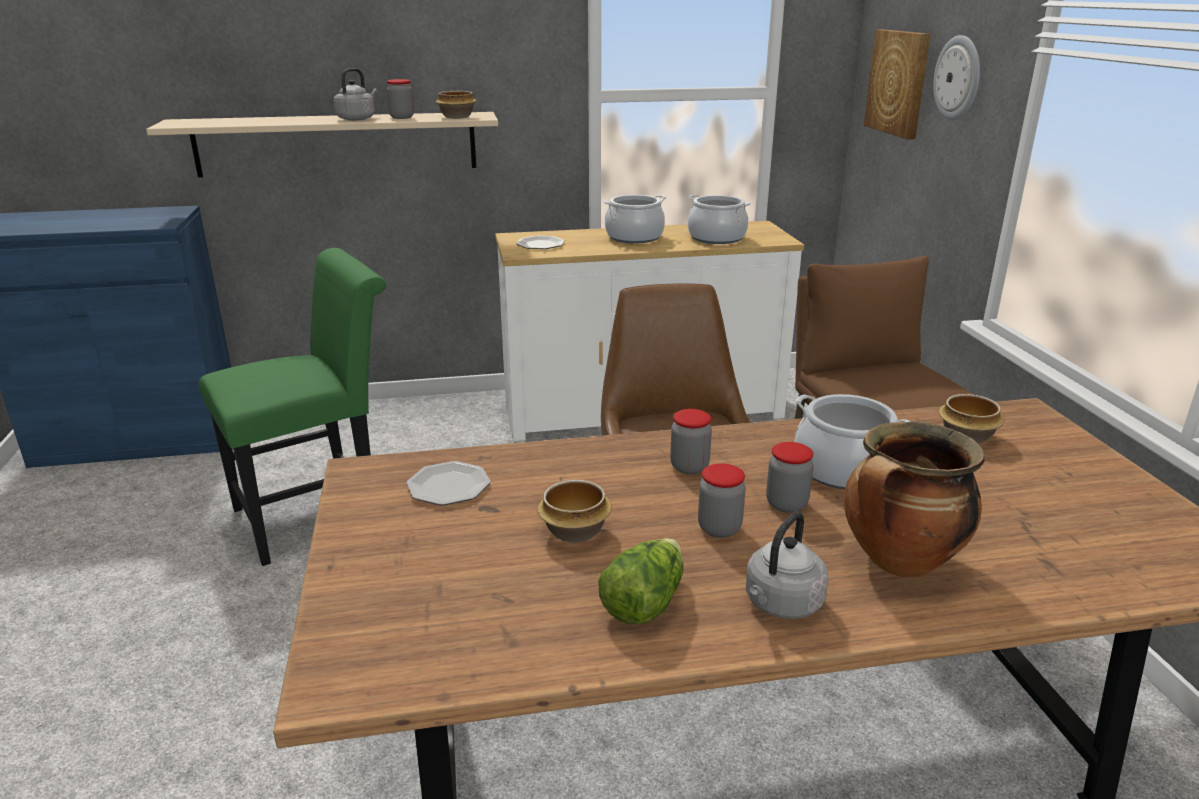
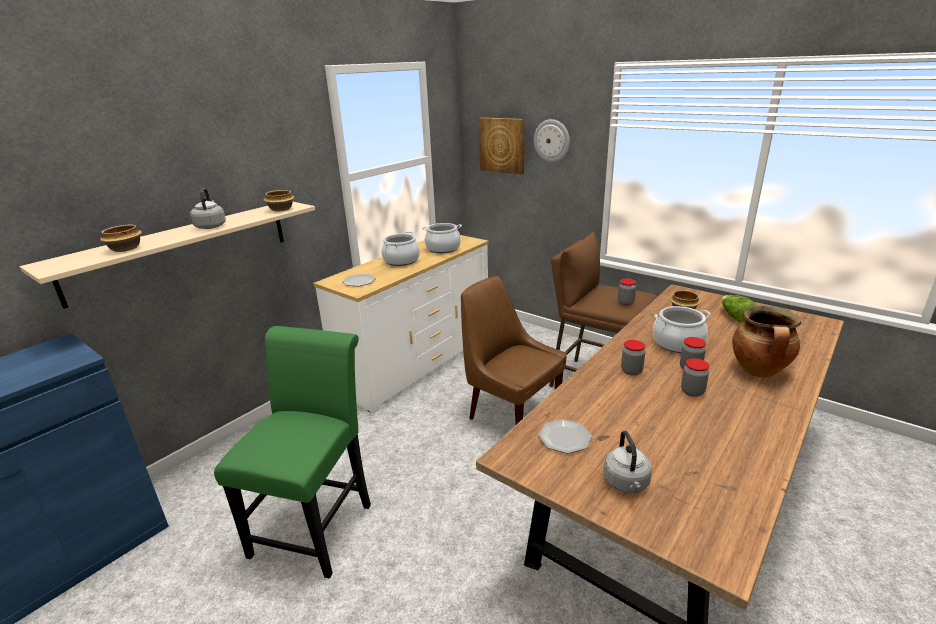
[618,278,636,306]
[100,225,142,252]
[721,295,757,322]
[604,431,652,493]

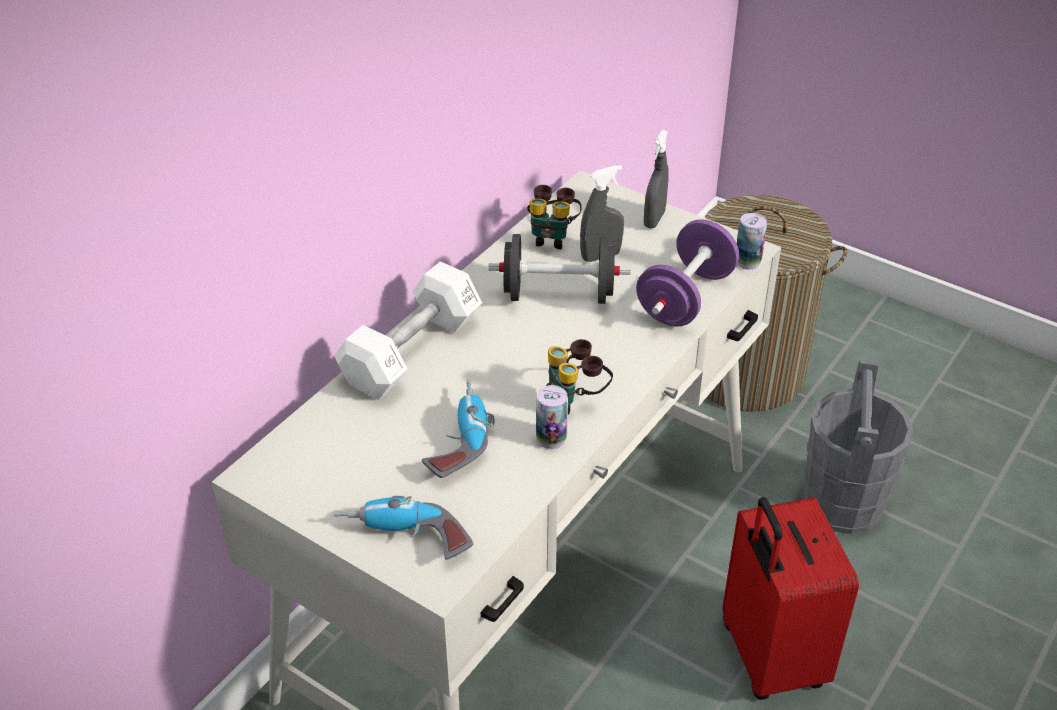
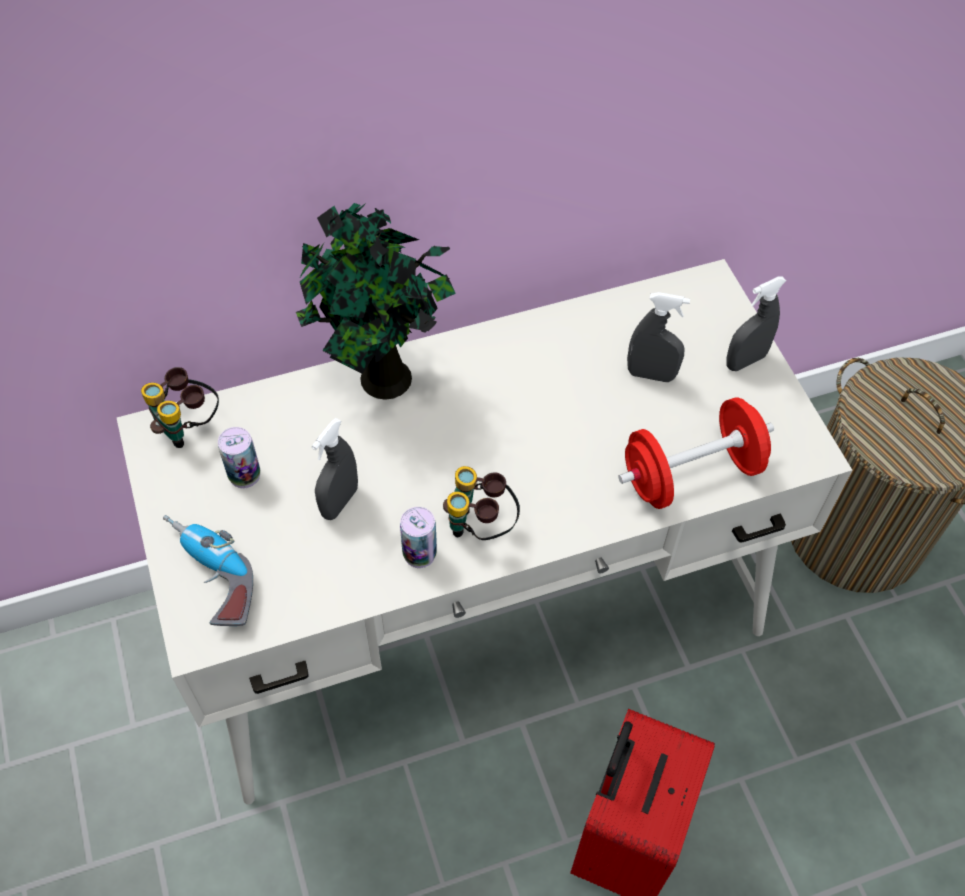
[296,203,456,400]
[312,418,358,520]
[488,234,631,304] (first image)
[141,367,219,448]
[618,397,774,509]
[218,427,260,488]
[802,359,914,534] (first image)

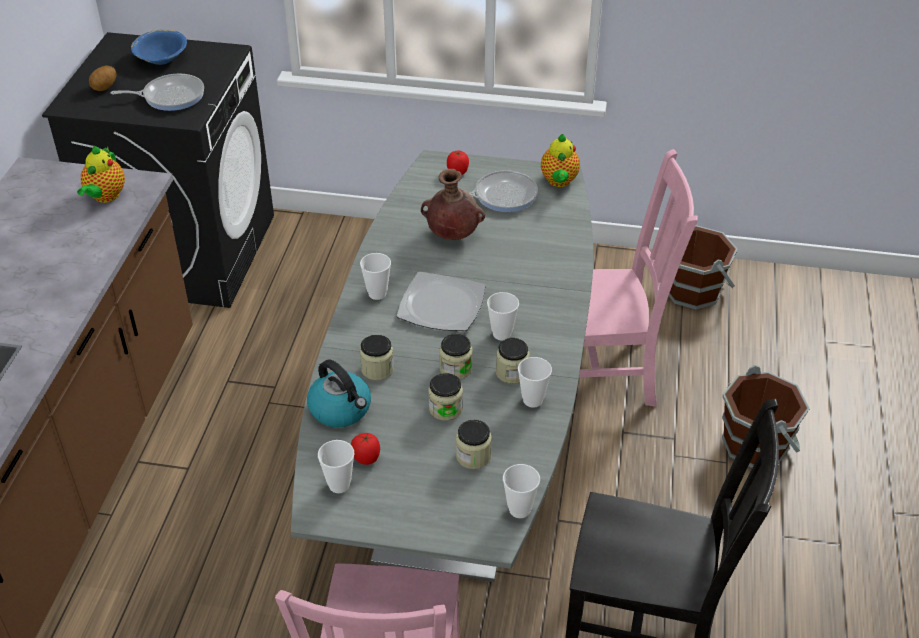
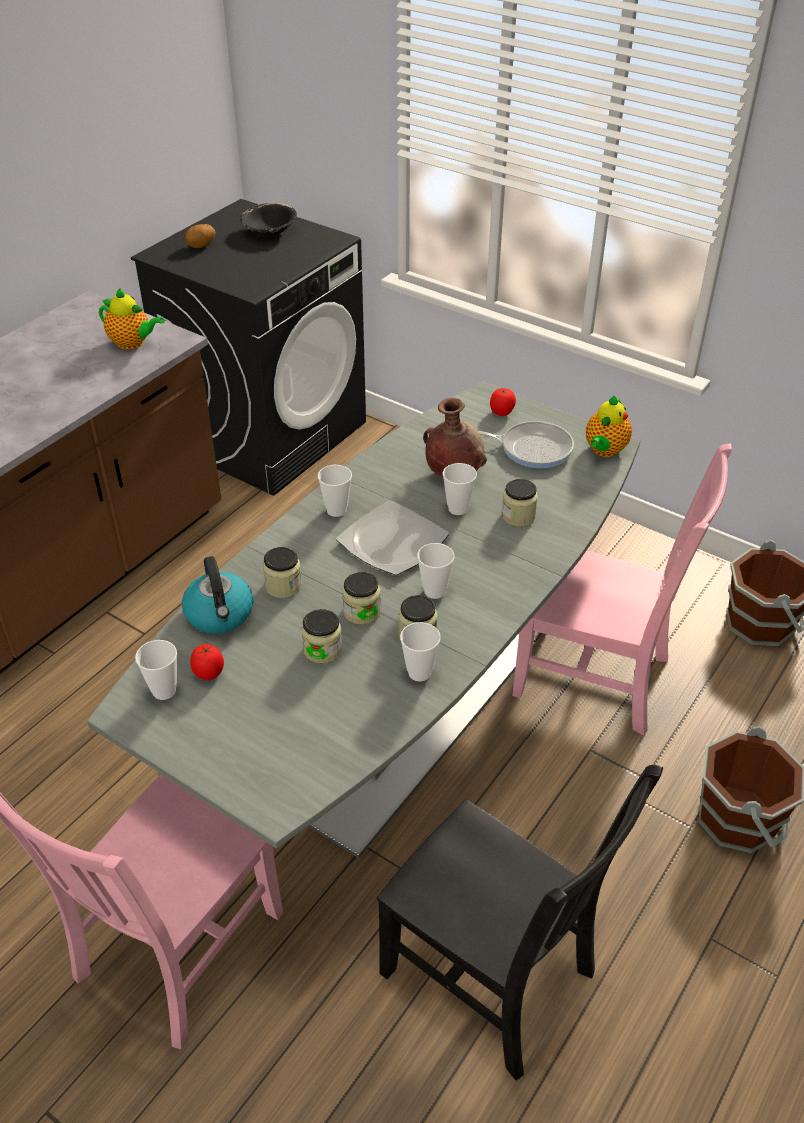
[99,288,165,350]
[111,74,204,111] (first image)
[241,203,297,237]
[501,479,538,527]
[443,463,477,515]

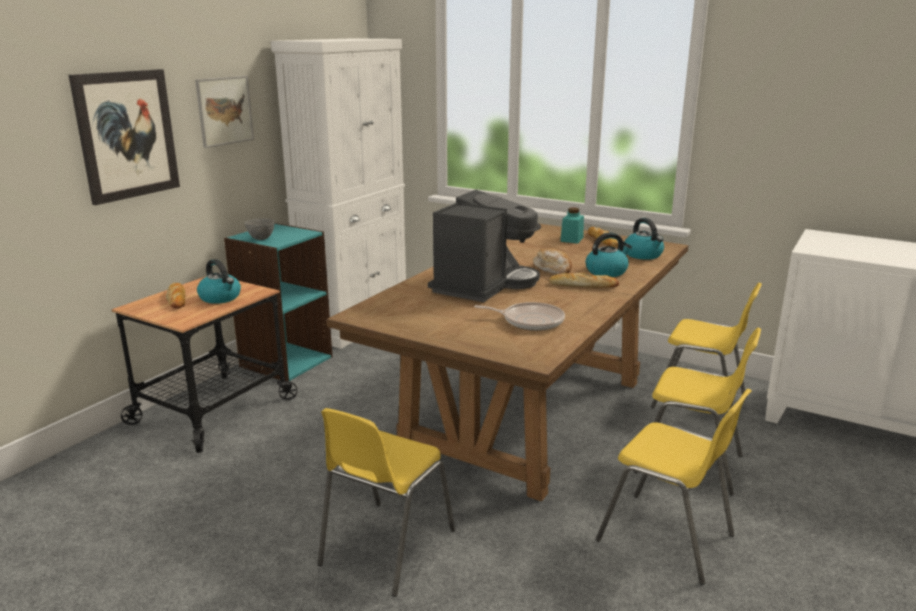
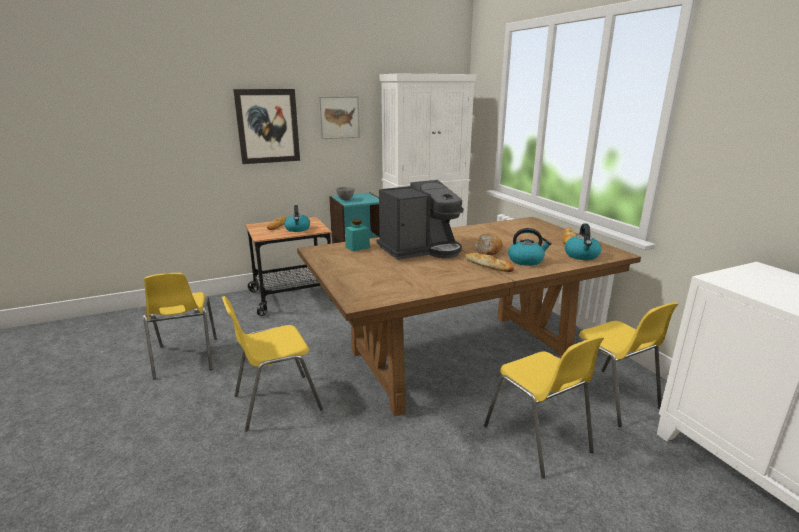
[474,302,565,331] (first image)
[345,219,370,252]
[143,273,217,380]

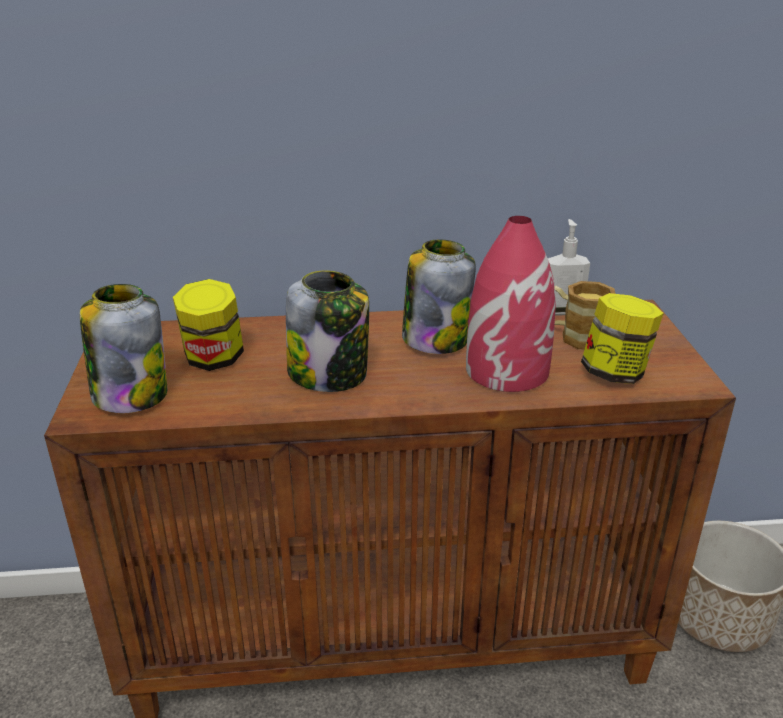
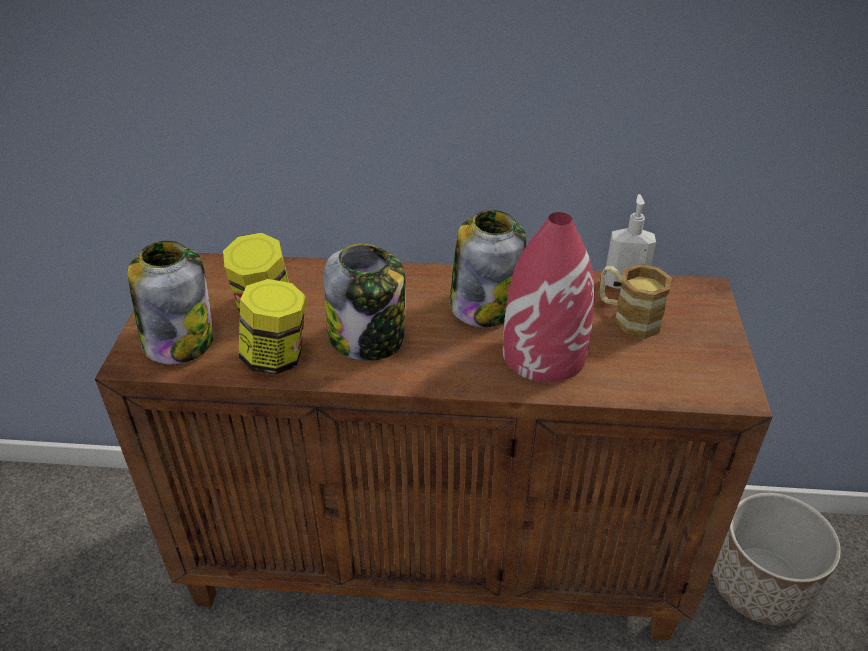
[239,279,306,375]

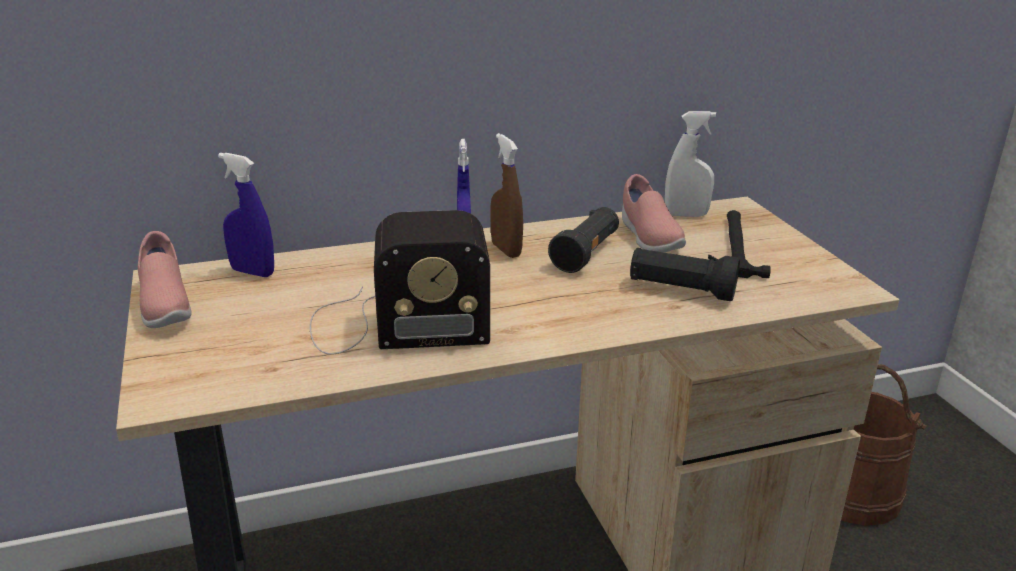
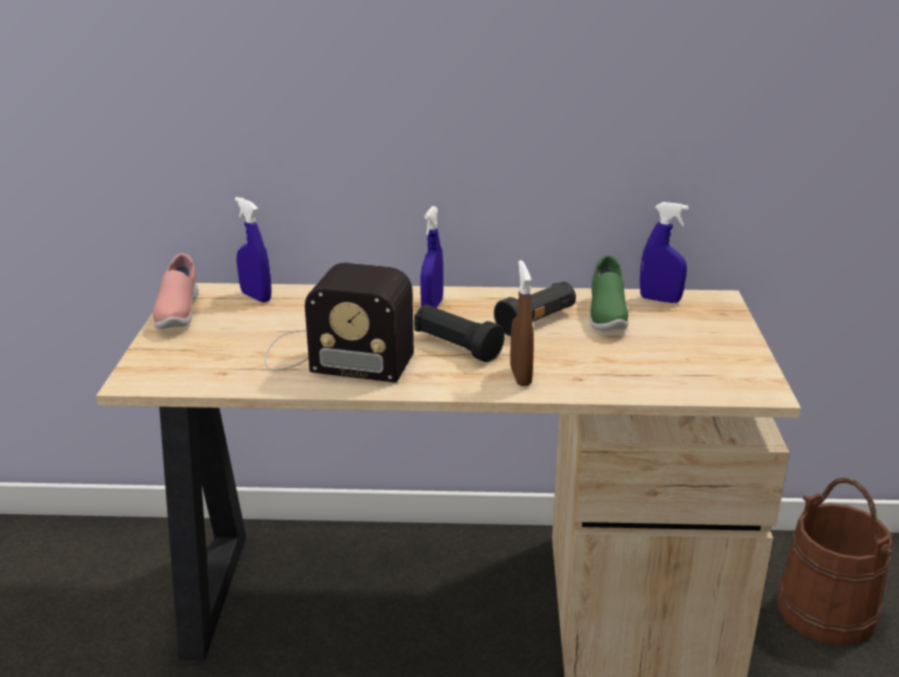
[510,260,534,386]
[589,255,628,330]
[414,304,505,362]
[640,202,689,303]
[708,210,771,278] (first image)

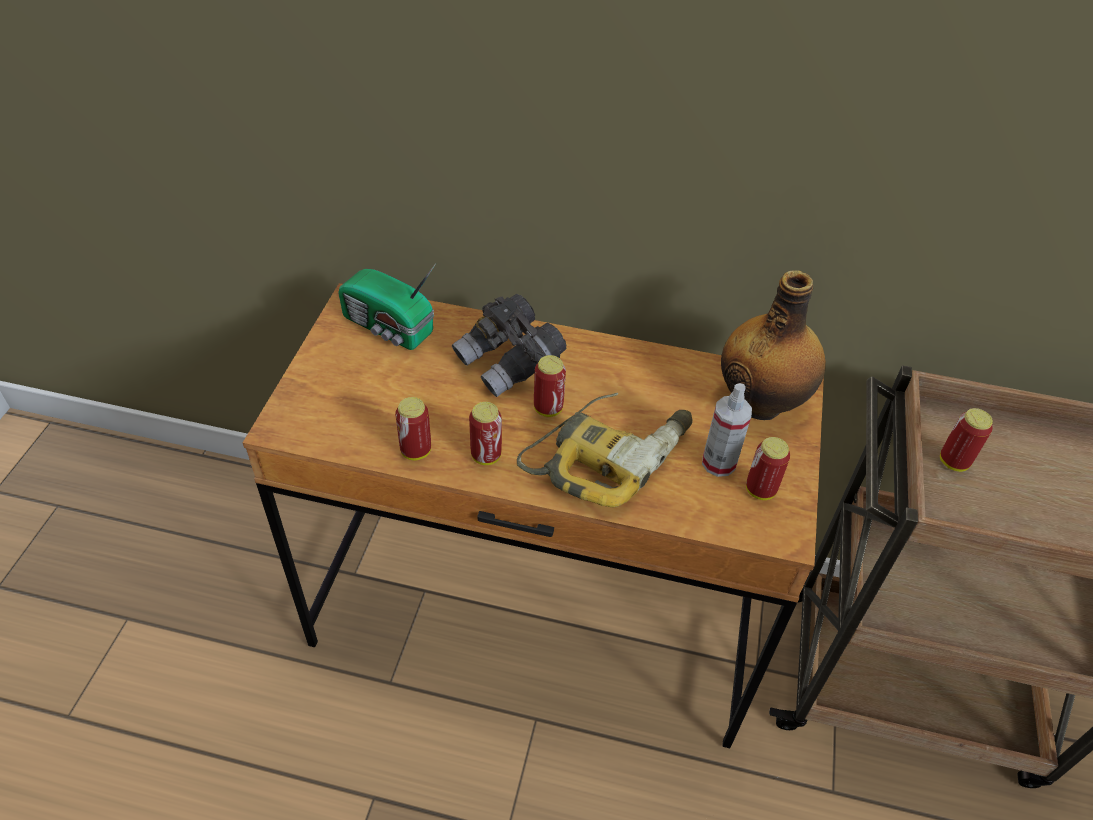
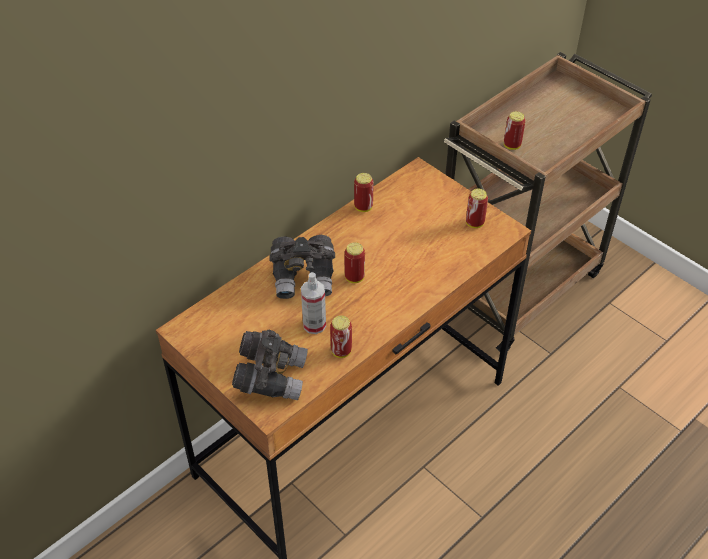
[338,263,436,350] (first image)
[354,173,374,212]
[517,393,693,507] (first image)
[301,272,326,334]
[721,270,826,420] (first image)
[232,330,308,401]

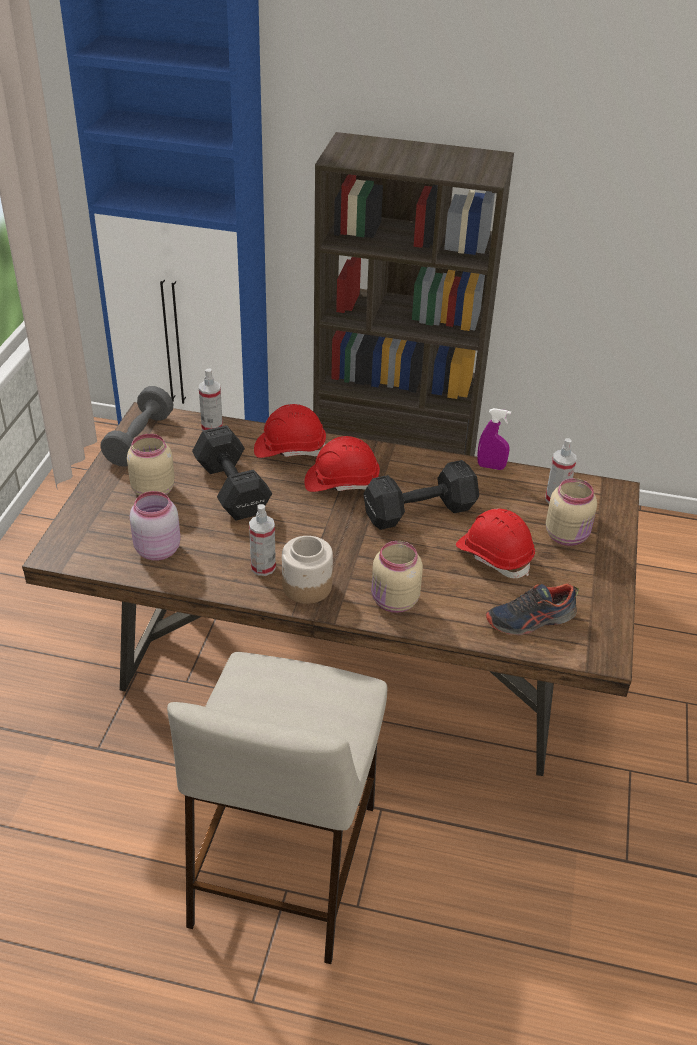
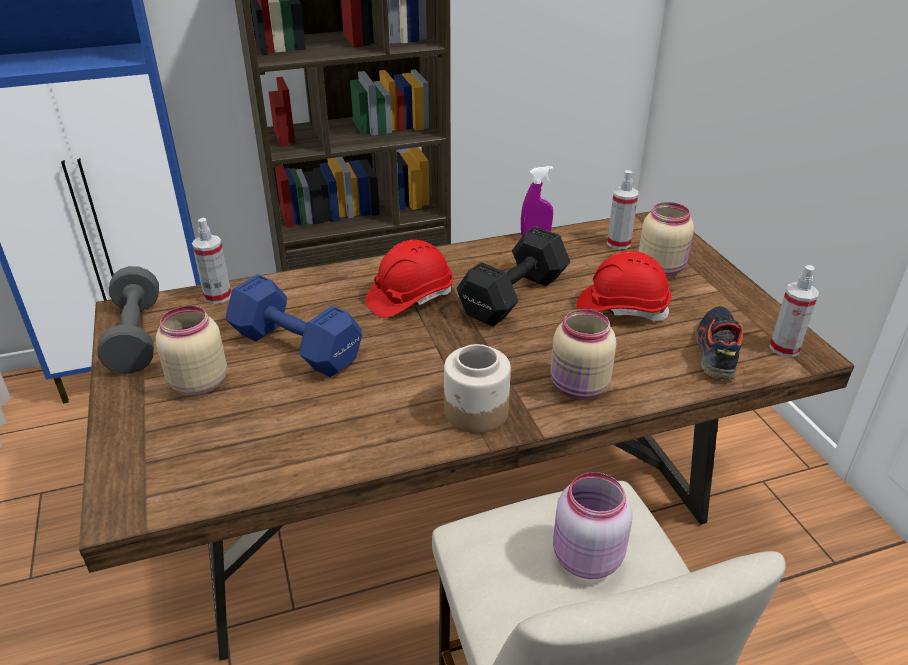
[553,472,633,579]
[226,274,362,377]
[770,265,819,357]
[254,404,326,458] (first image)
[695,306,743,380]

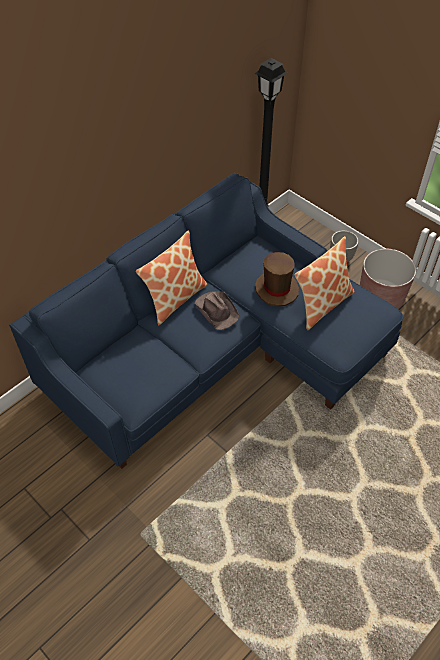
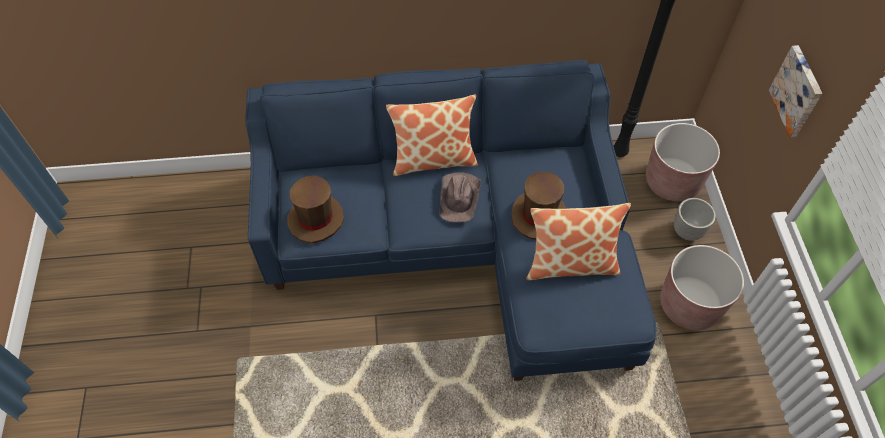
[287,176,344,244]
[646,123,720,201]
[769,45,822,137]

